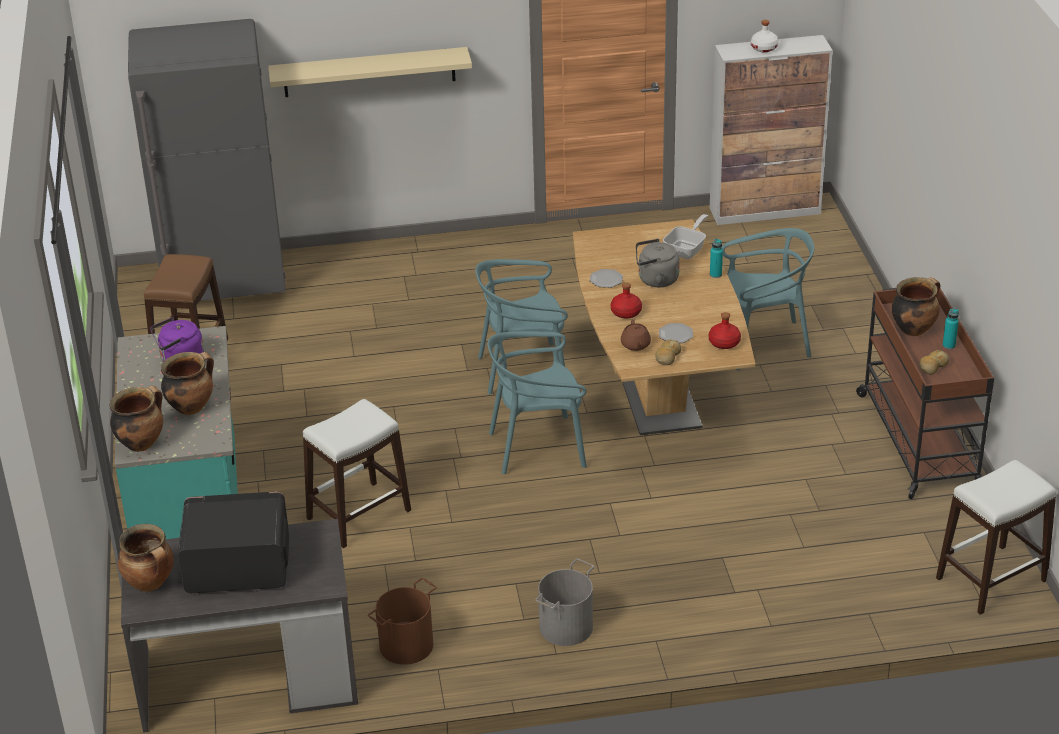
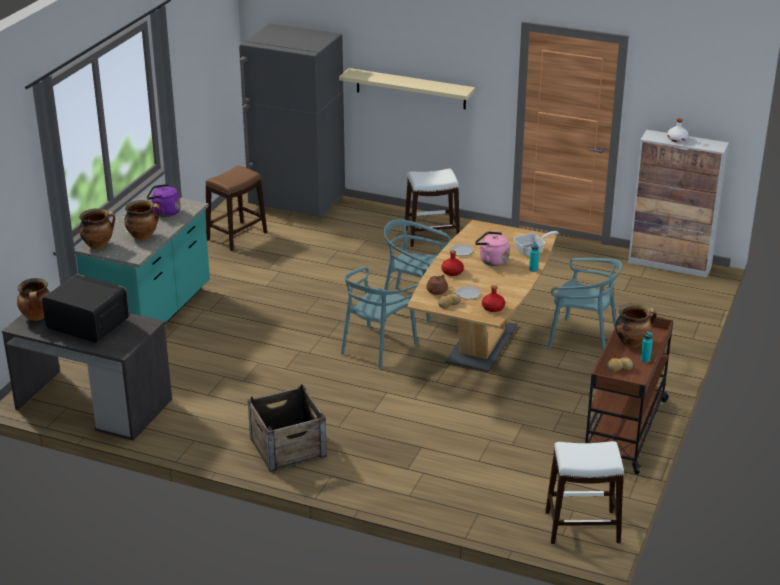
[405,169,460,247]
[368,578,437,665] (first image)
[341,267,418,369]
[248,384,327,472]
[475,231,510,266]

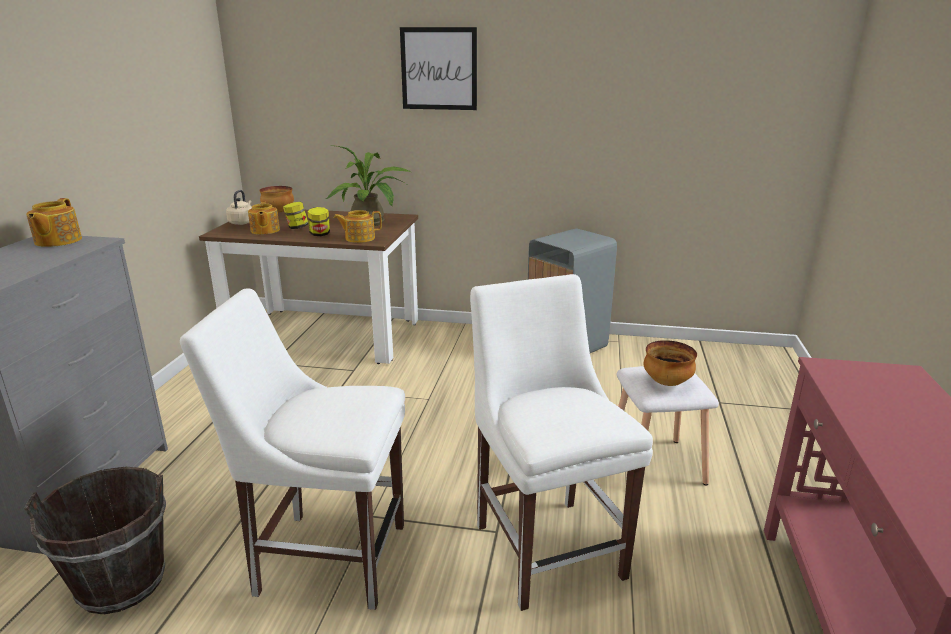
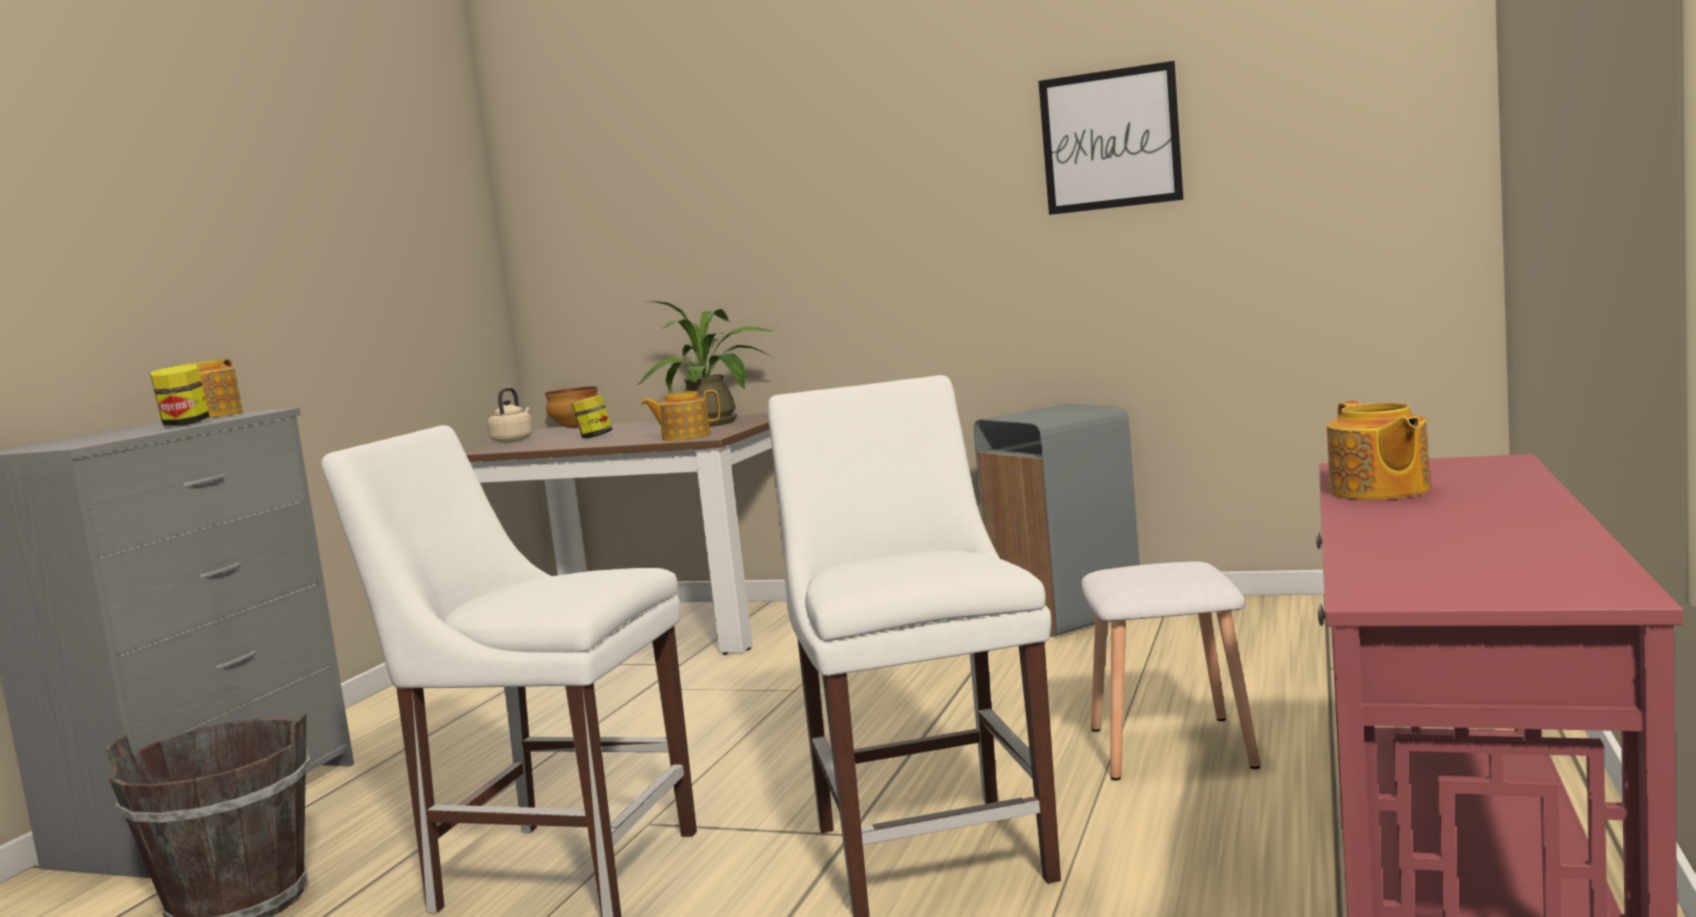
[1327,401,1430,500]
[150,365,210,426]
[1038,61,1184,215]
[644,340,697,386] (first image)

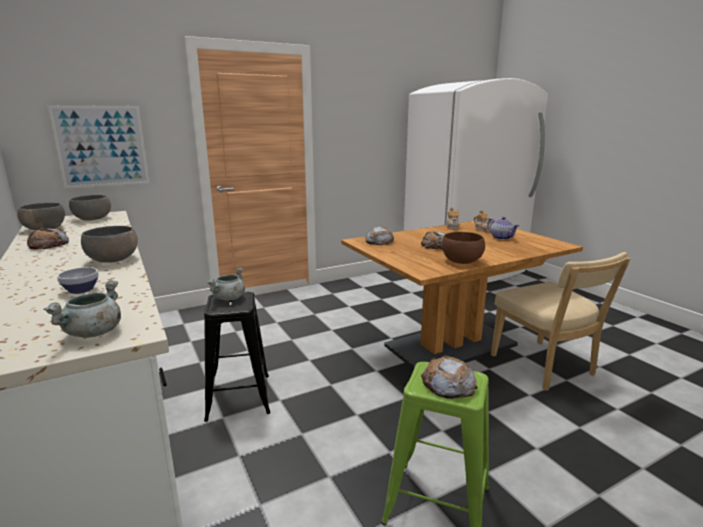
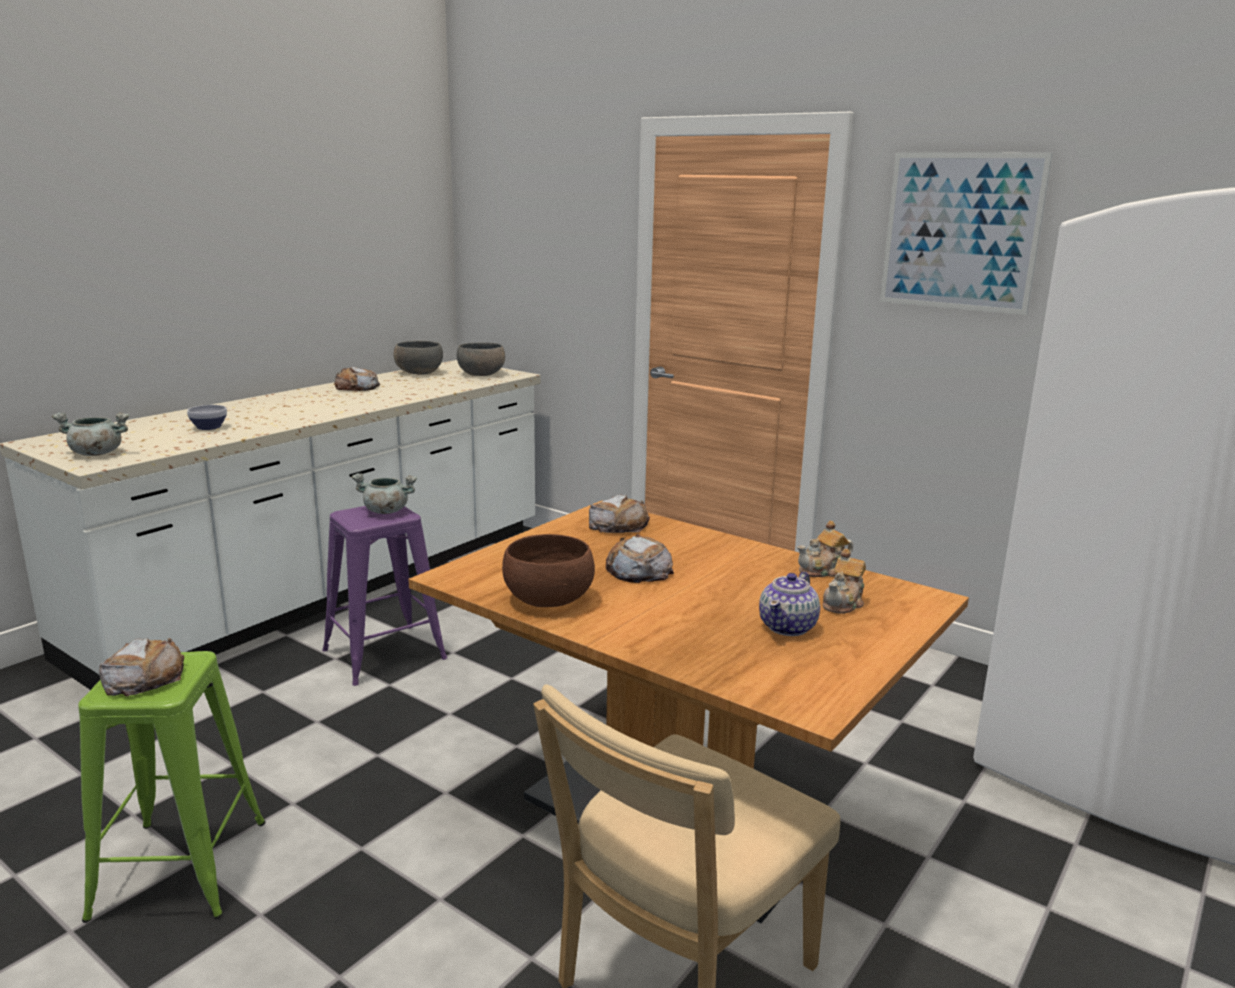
[880,153,1052,315]
[81,226,138,263] (first image)
[322,506,447,686]

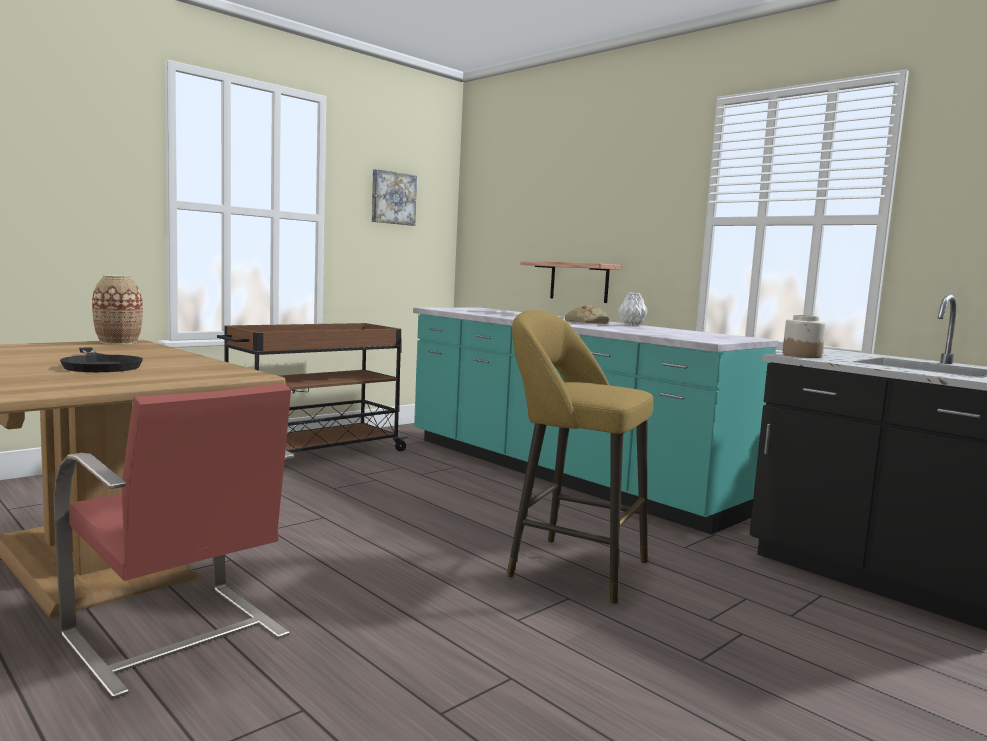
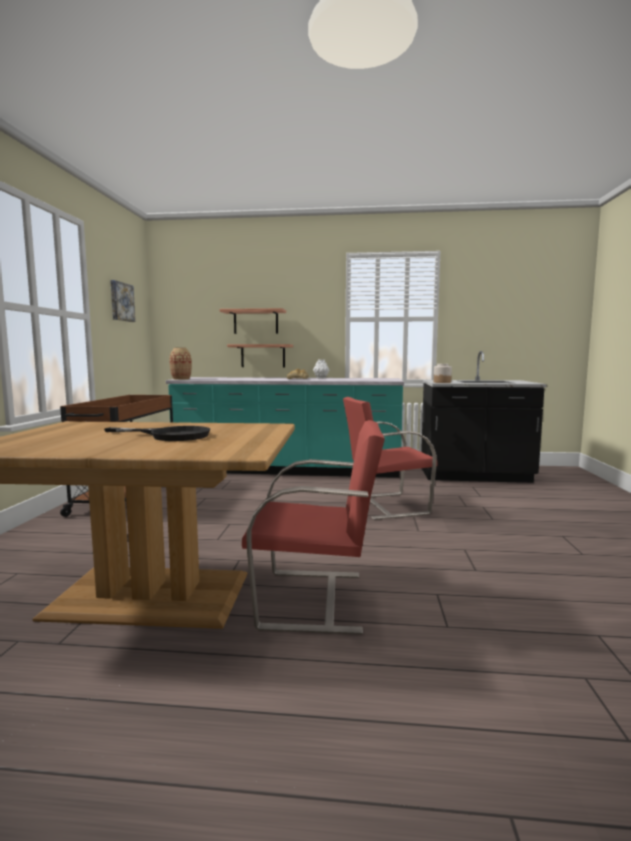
[170,347,192,380]
[343,397,437,520]
[219,308,286,334]

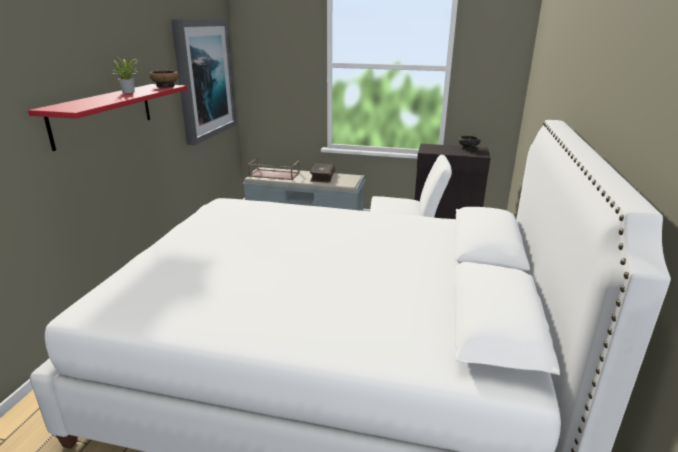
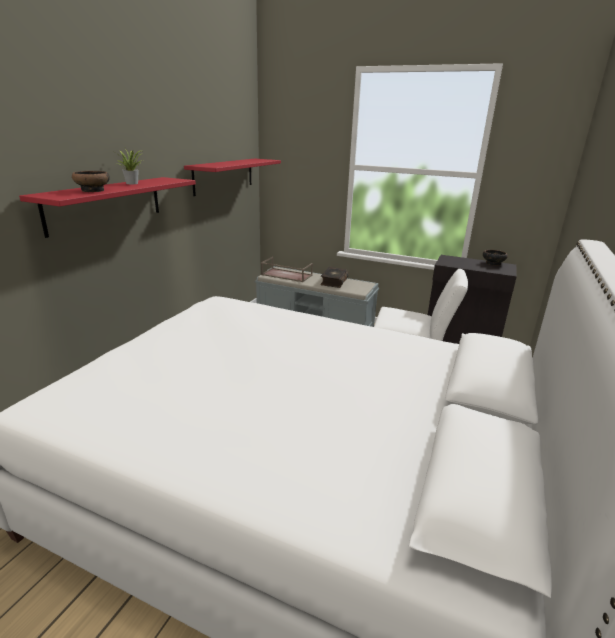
[72,171,110,192]
[184,159,281,196]

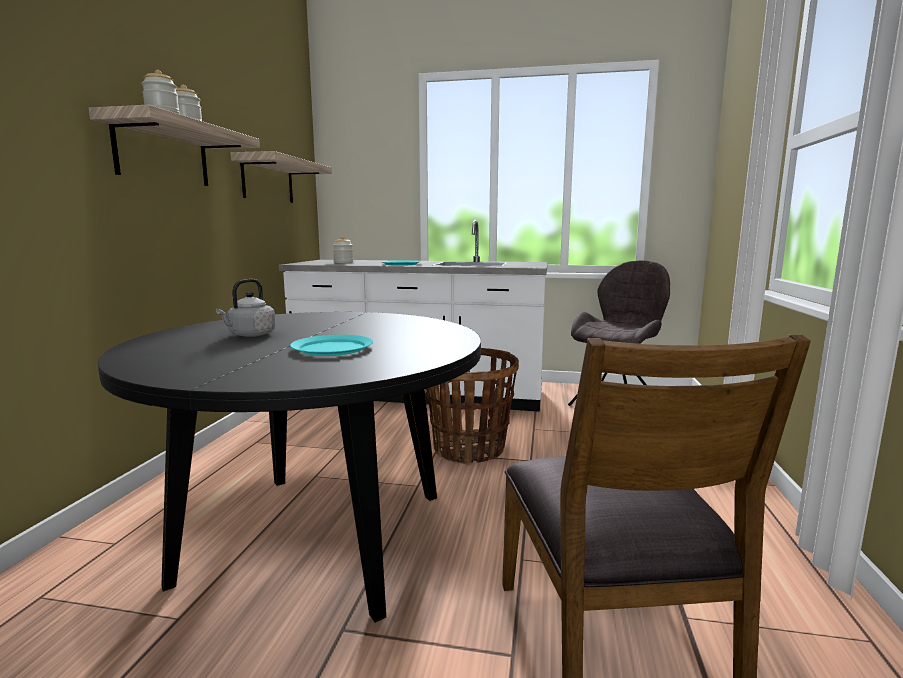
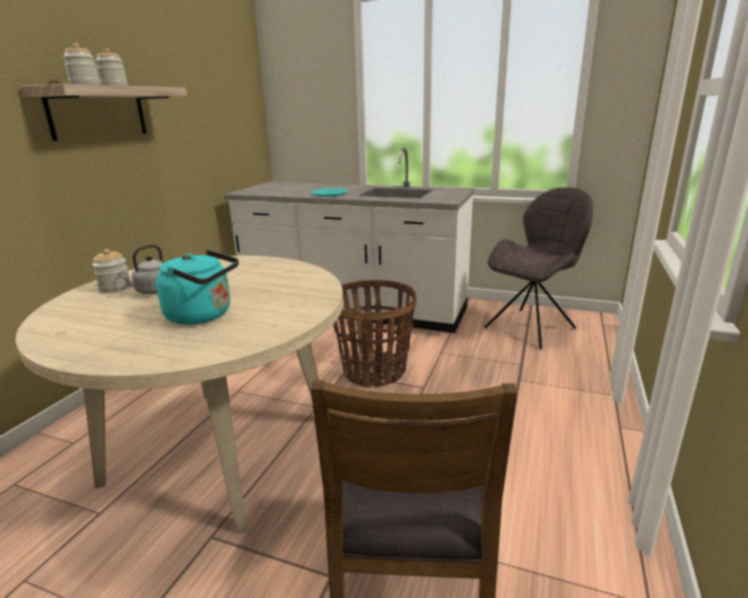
[15,256,343,534]
[231,151,332,203] (first image)
[156,250,239,325]
[92,249,131,292]

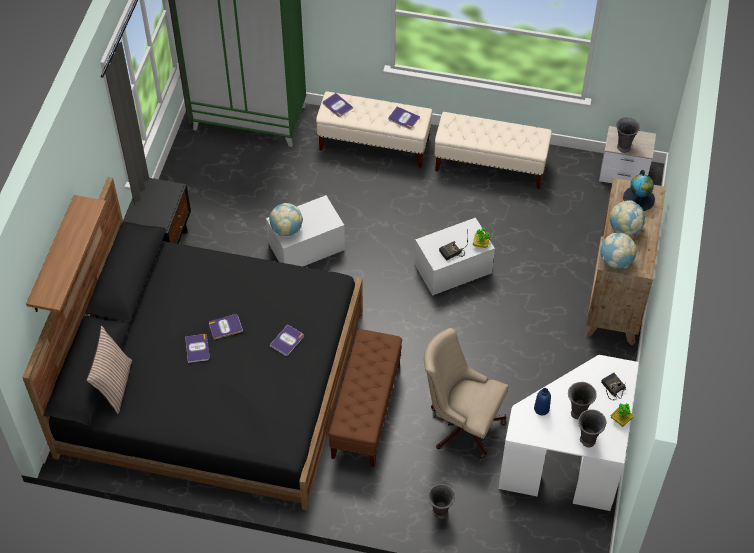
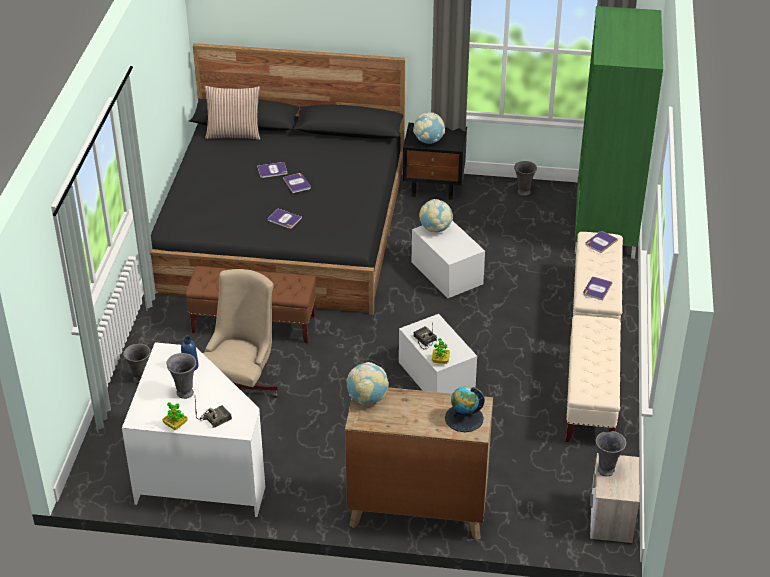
[26,195,106,312] (first image)
[514,161,537,196]
[413,112,445,144]

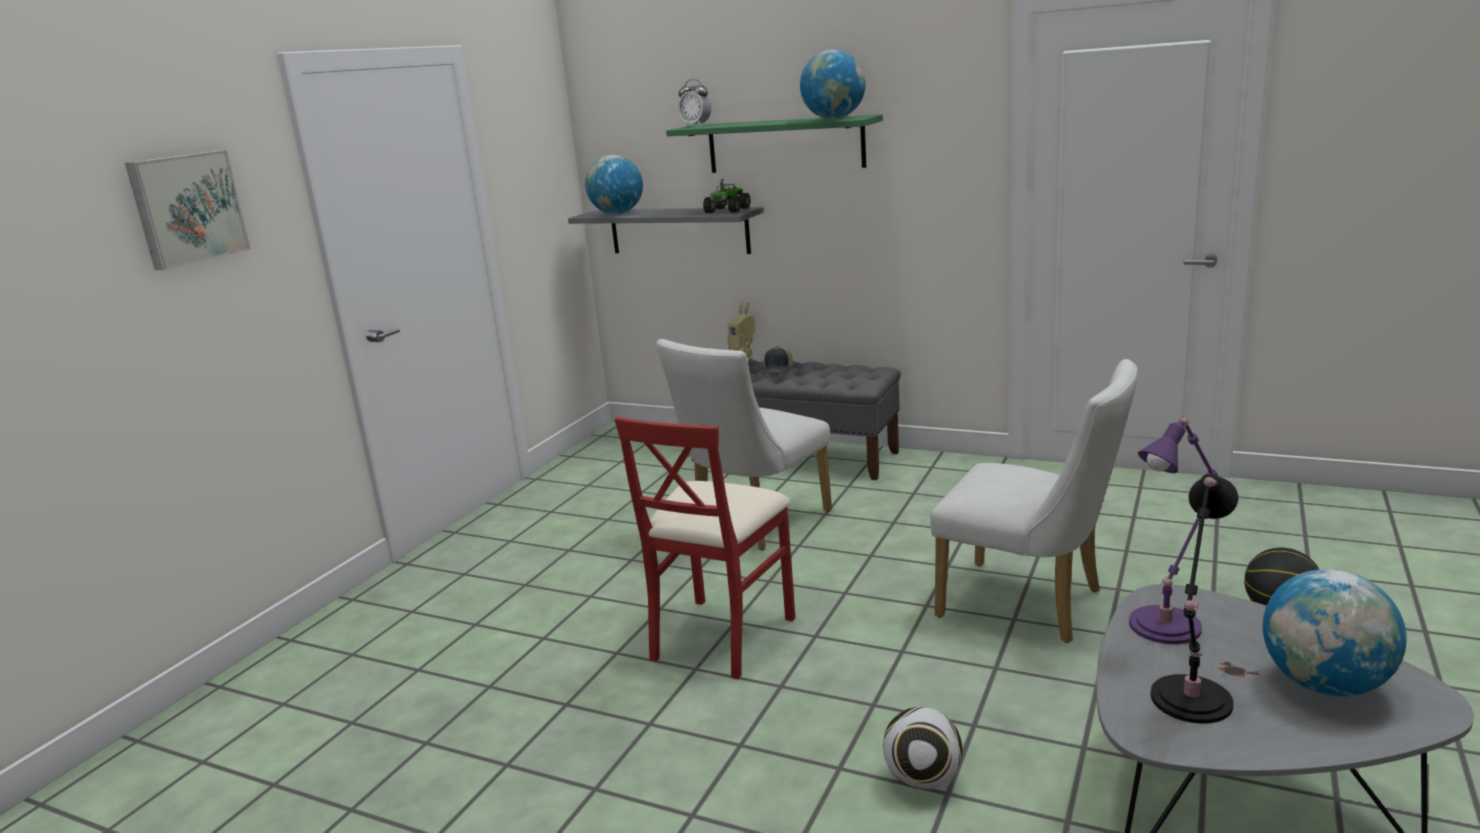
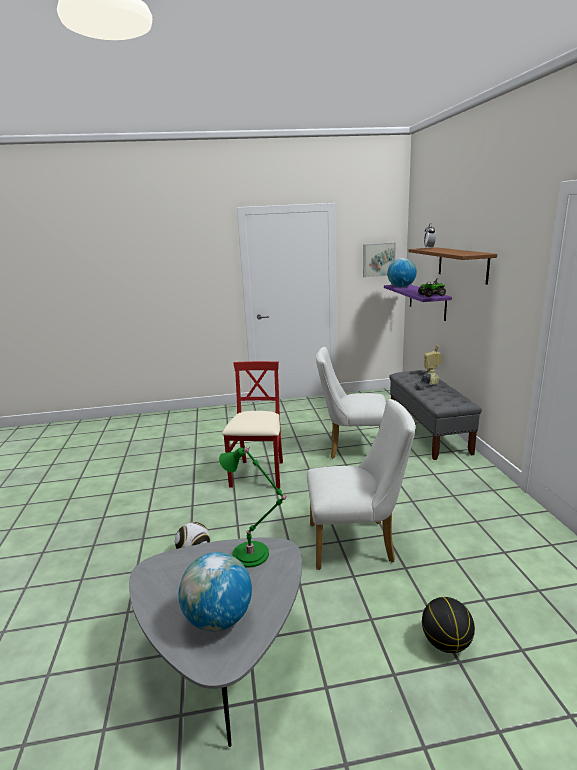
[363,243,396,277]
[384,284,452,321]
[222,361,283,489]
[409,247,497,285]
[800,50,866,119] (first image)
[307,399,416,570]
[219,447,288,568]
[1151,473,1238,724] (first image)

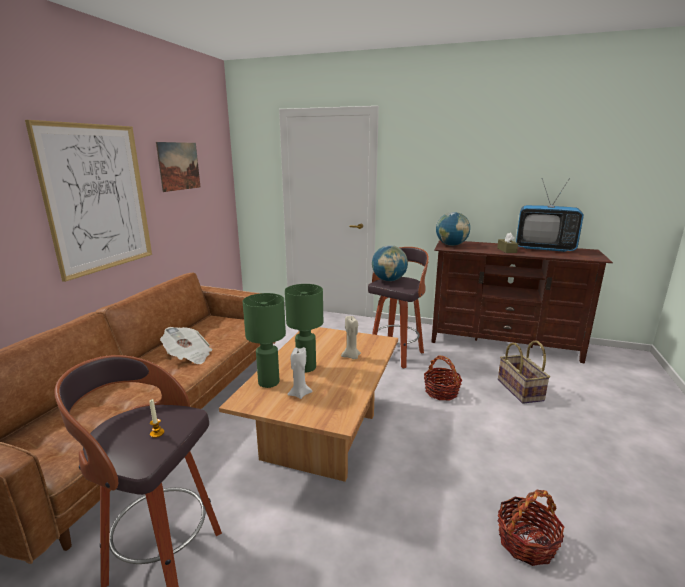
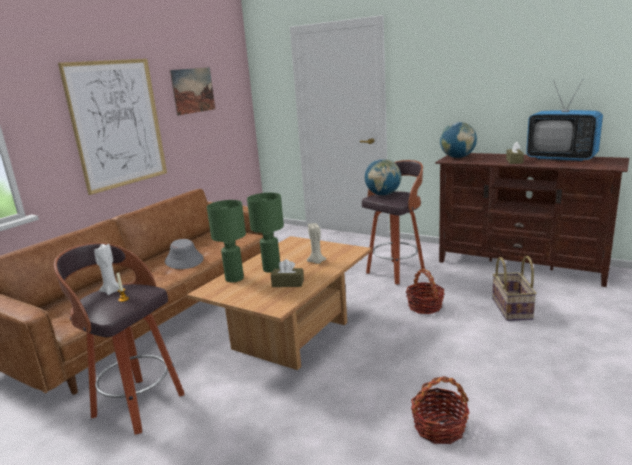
[165,239,204,269]
[94,244,119,295]
[271,259,304,287]

